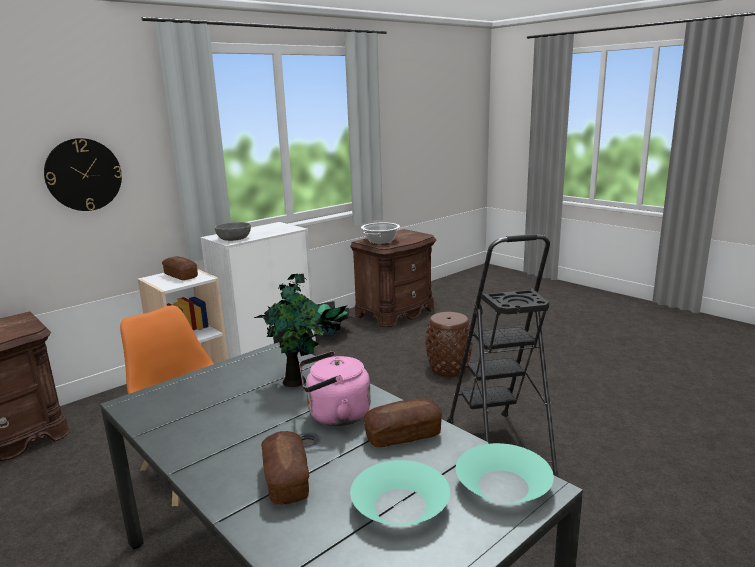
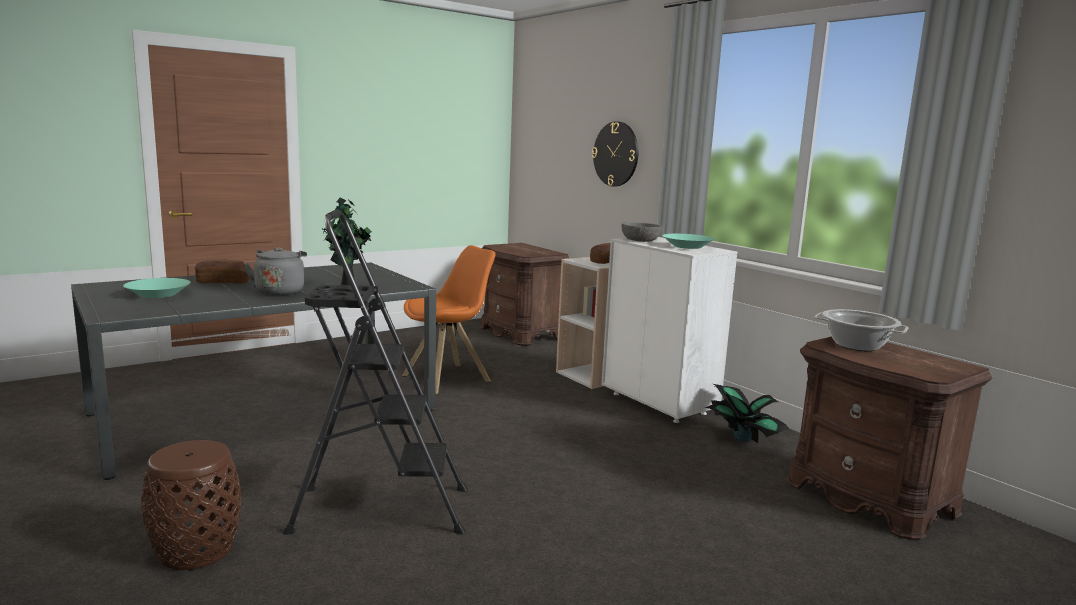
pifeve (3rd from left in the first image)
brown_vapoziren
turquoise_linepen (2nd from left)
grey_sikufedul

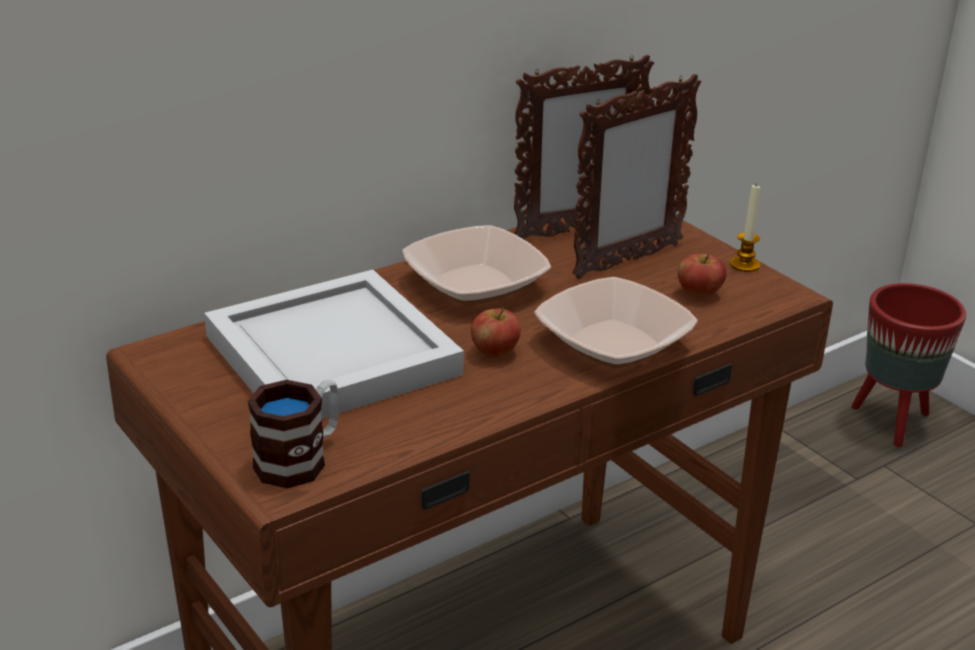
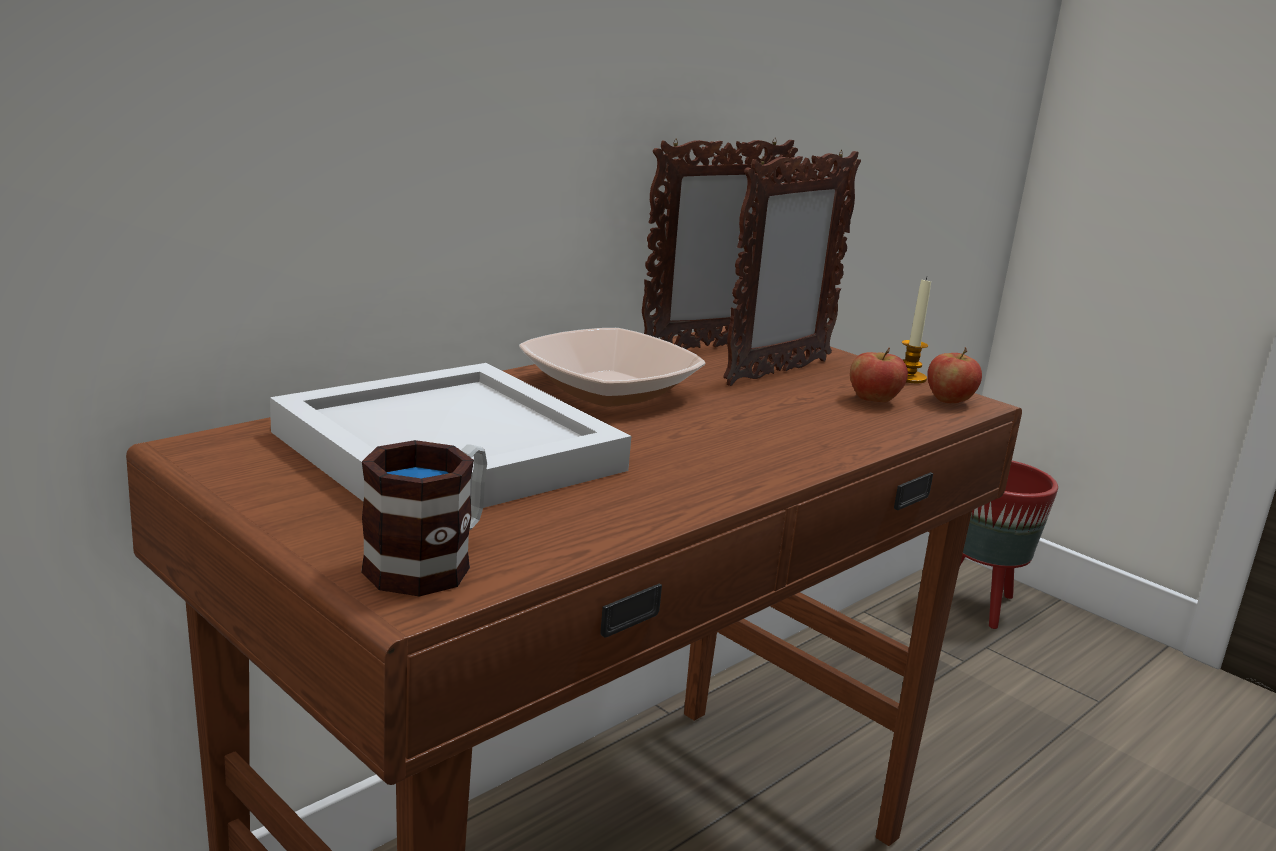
linepen (2nd from left in the first image)
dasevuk (2nd from left)

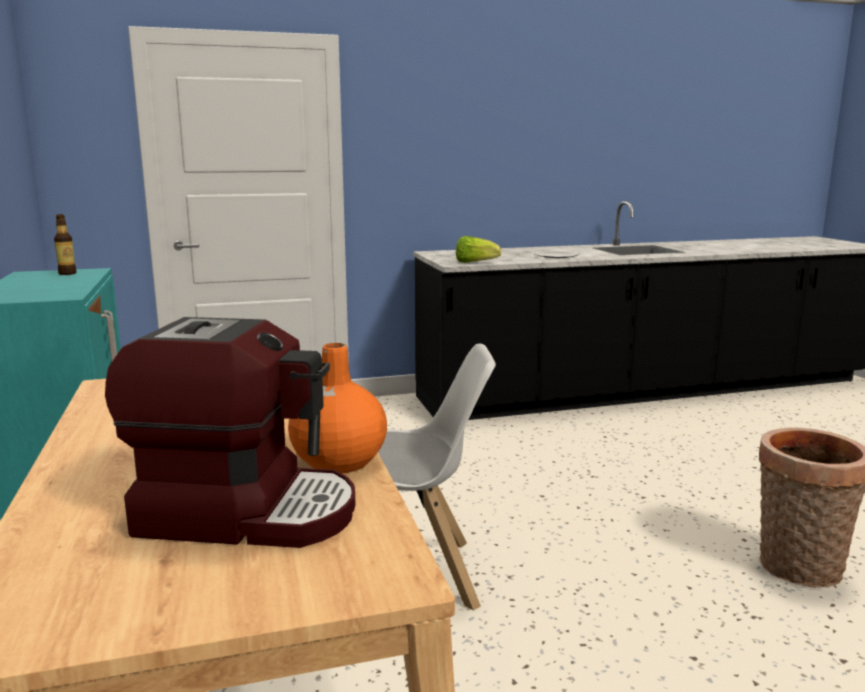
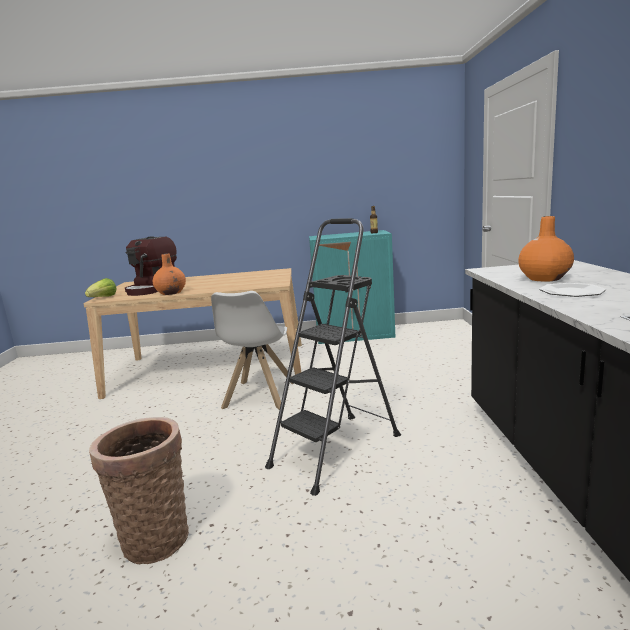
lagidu
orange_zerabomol (2nd from left)
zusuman

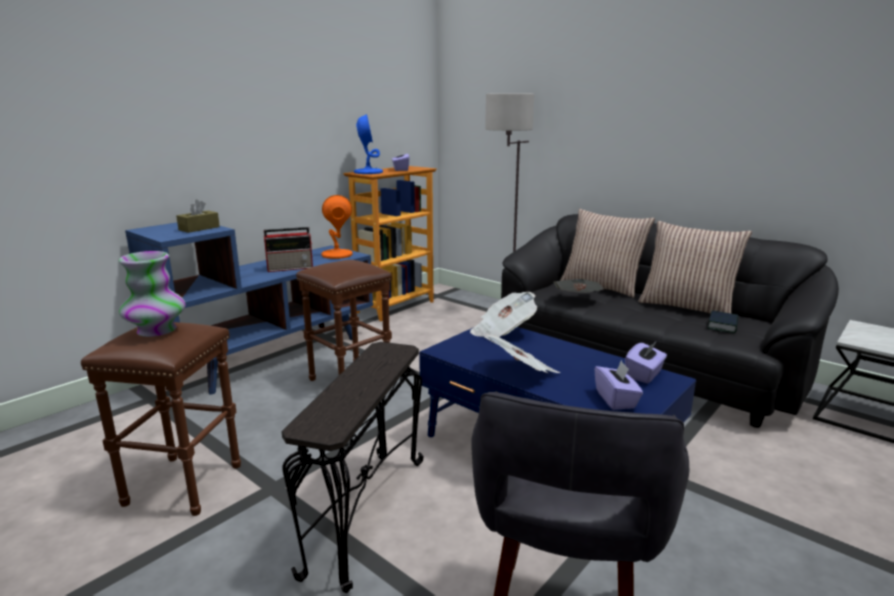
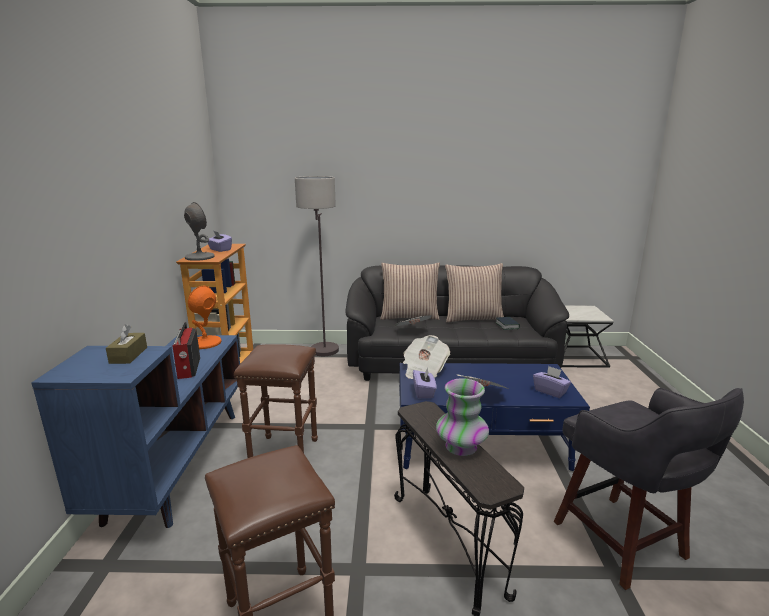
zerabomol
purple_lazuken (2nd from left)
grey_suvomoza
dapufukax

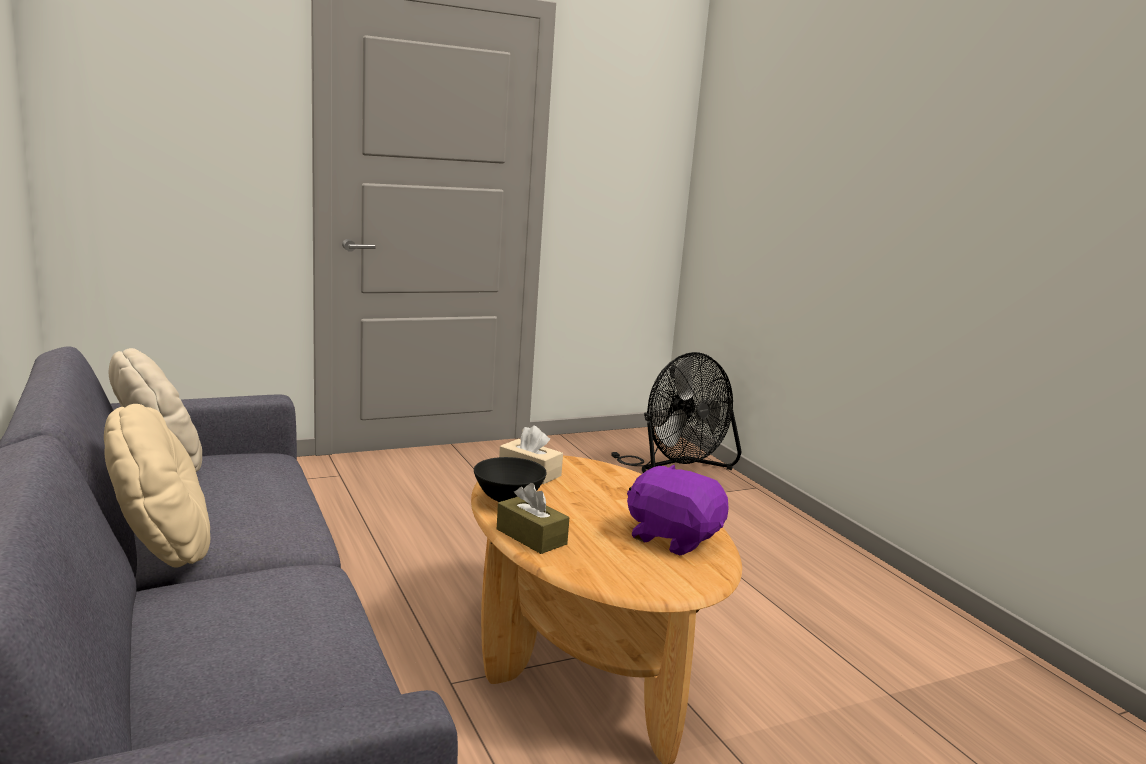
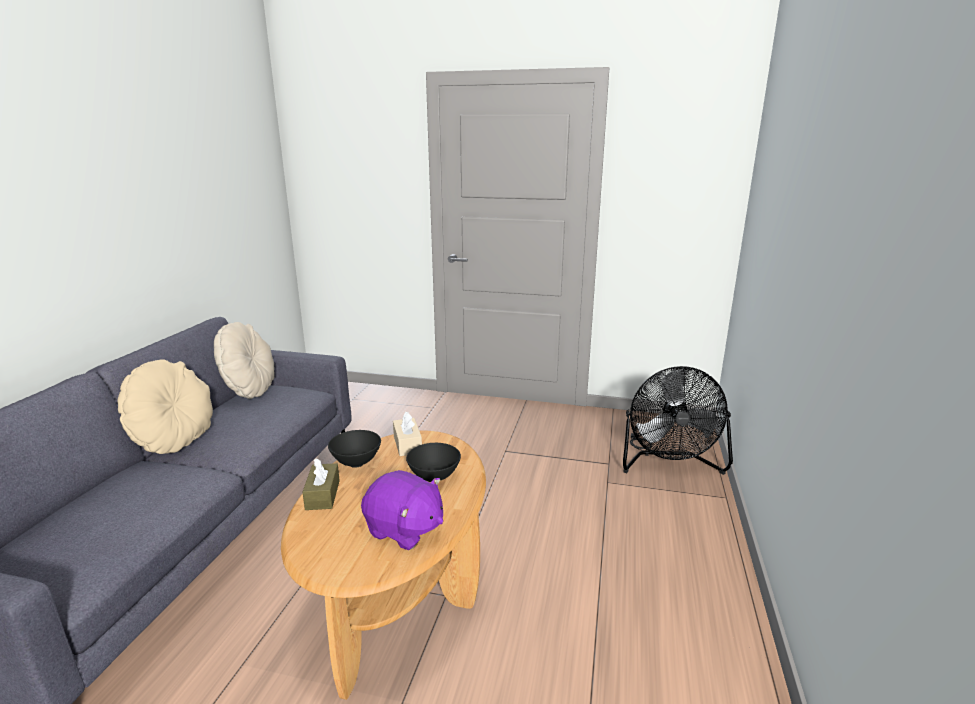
black_linepen (2nd from left)
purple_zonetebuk

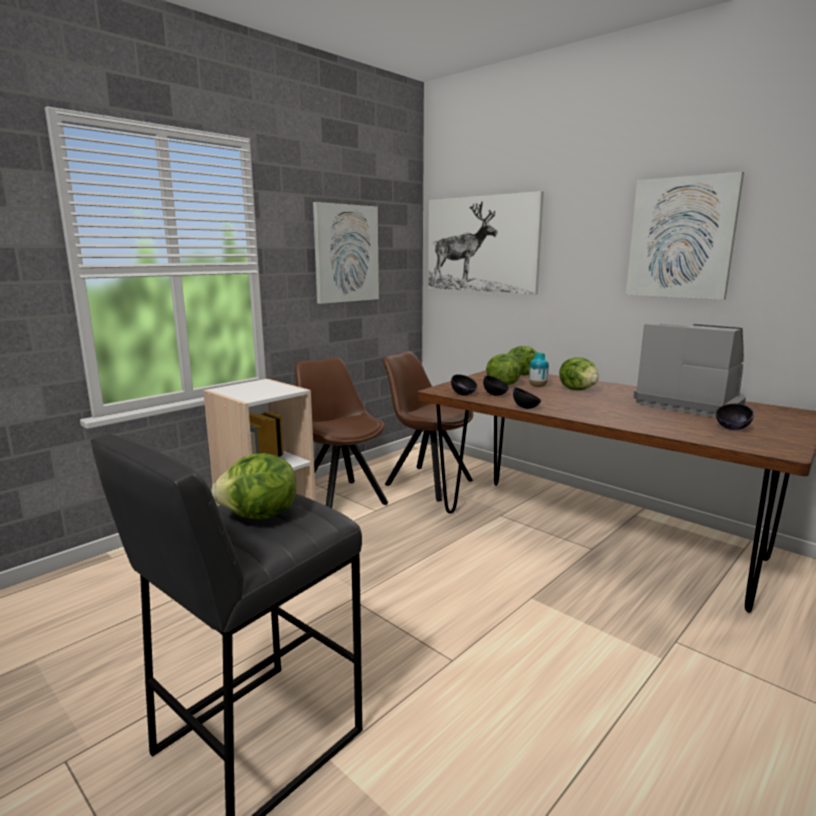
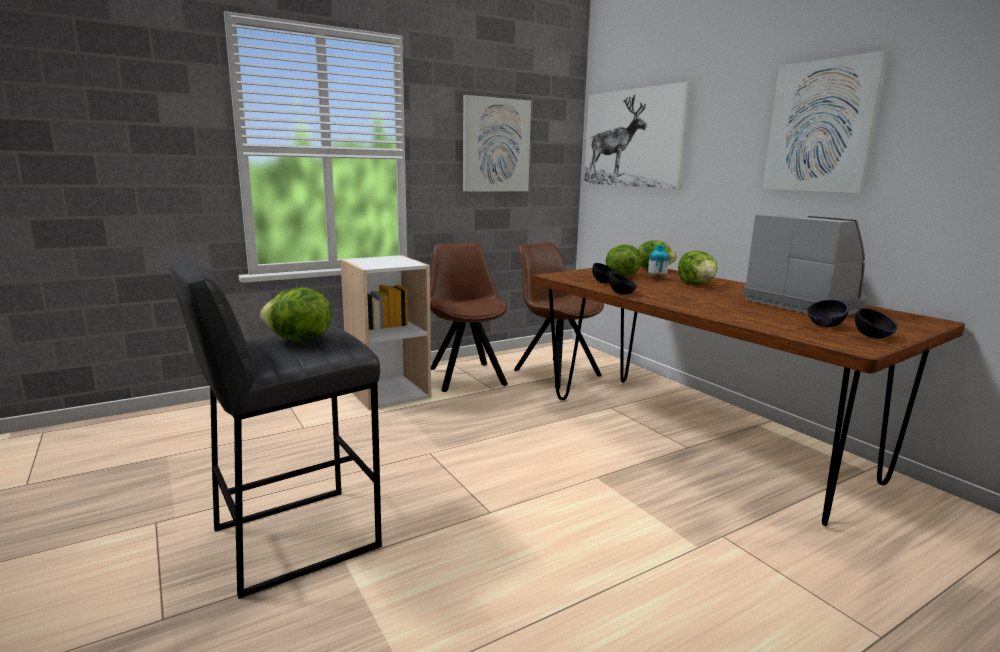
black_linepen (4th from left)

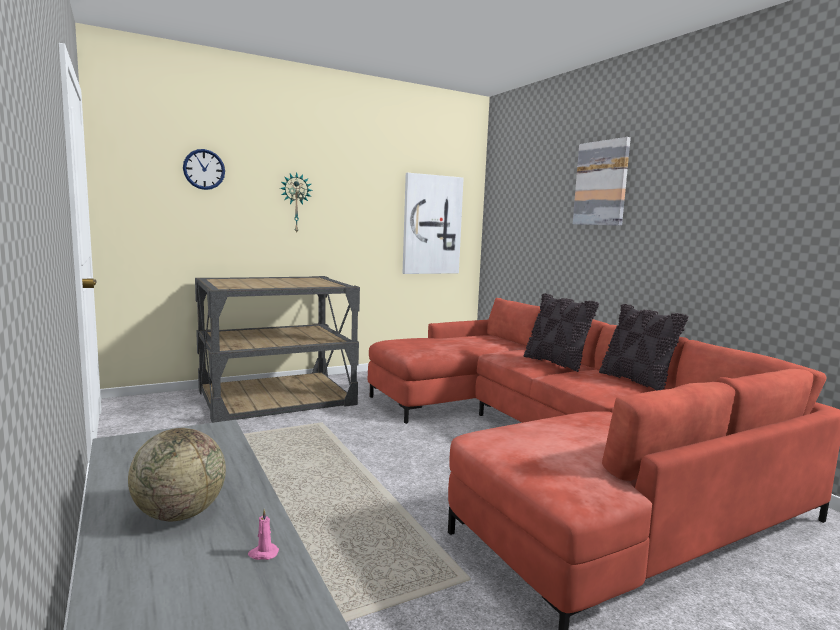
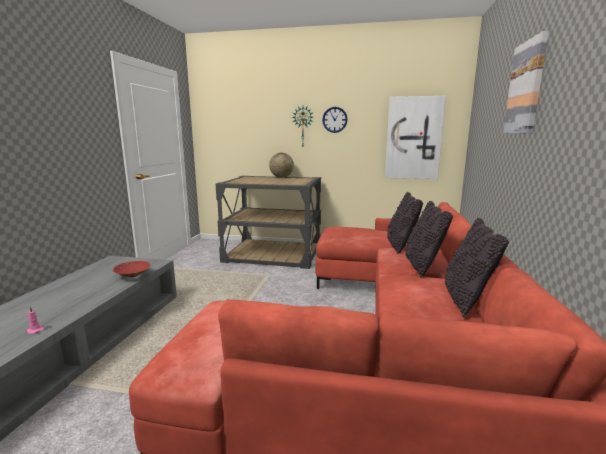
red_linepen
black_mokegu (1st from left)
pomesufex
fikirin (2nd from left)

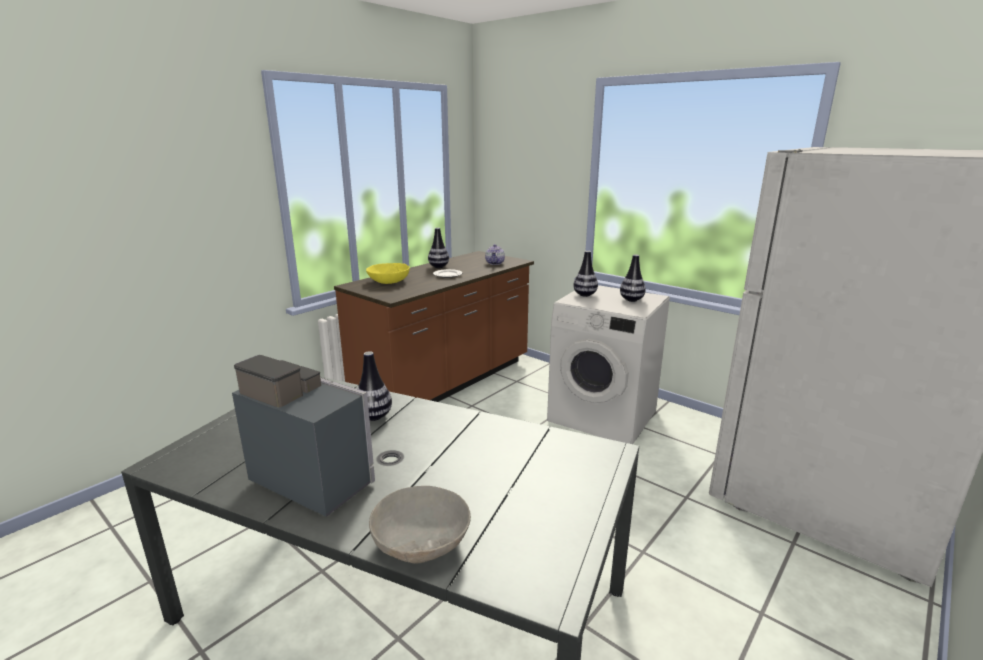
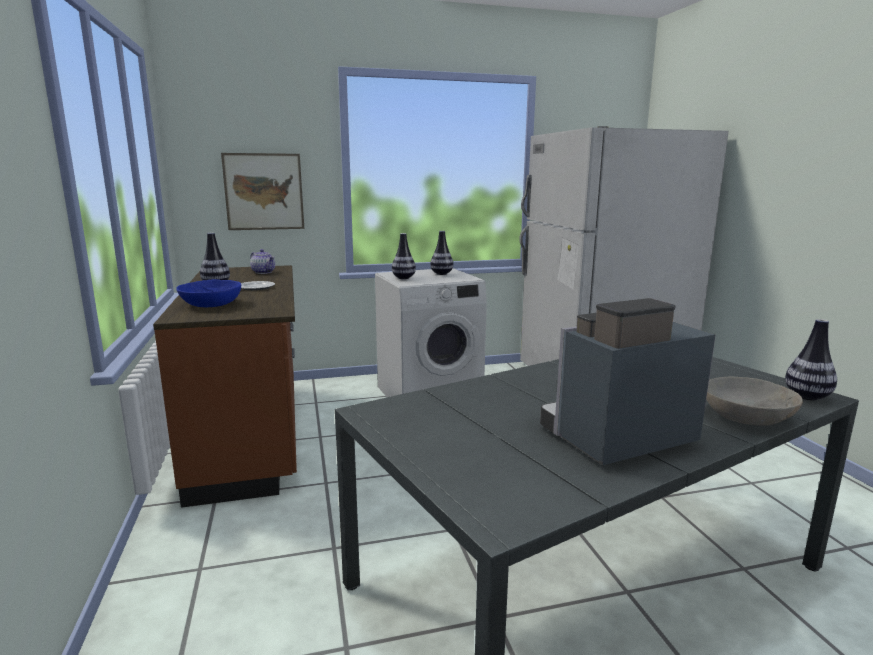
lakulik
zerabomol (4th from left)
blue_linepen

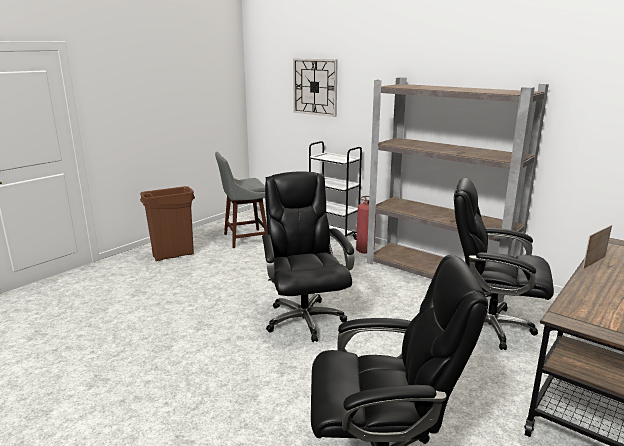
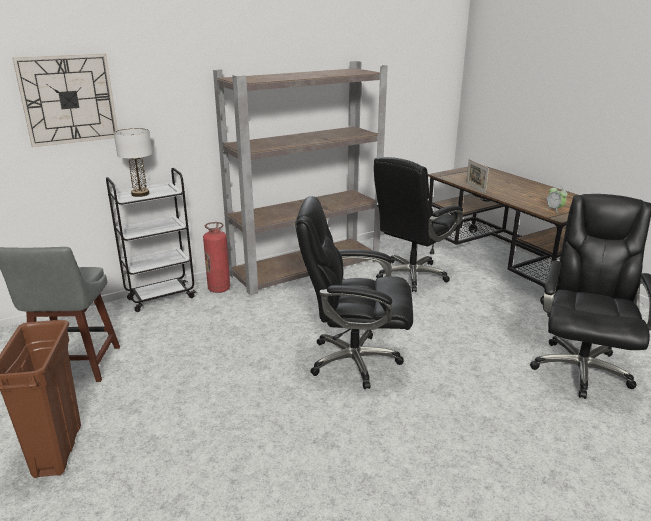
suvomoza
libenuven

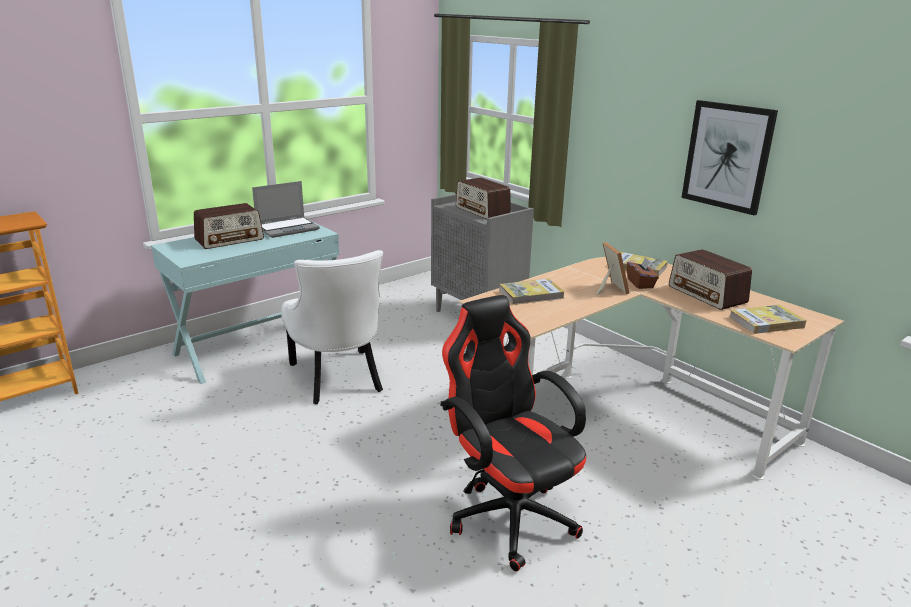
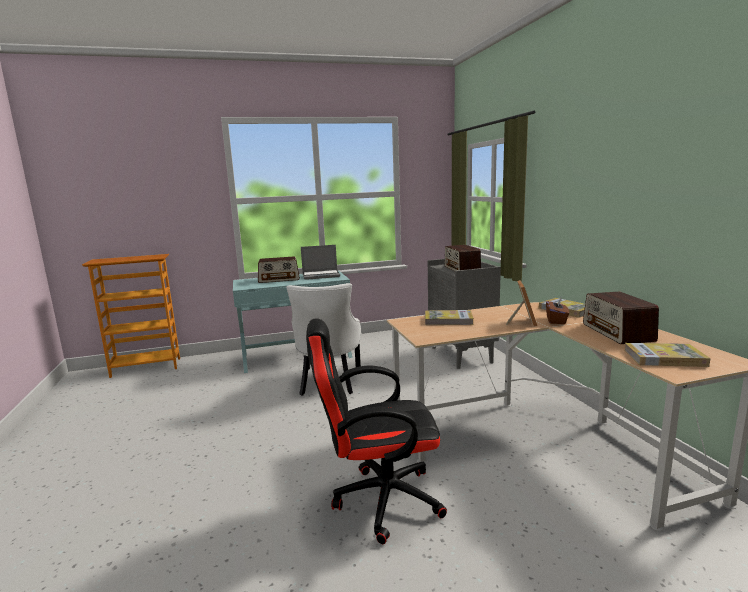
lakulik
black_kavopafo

